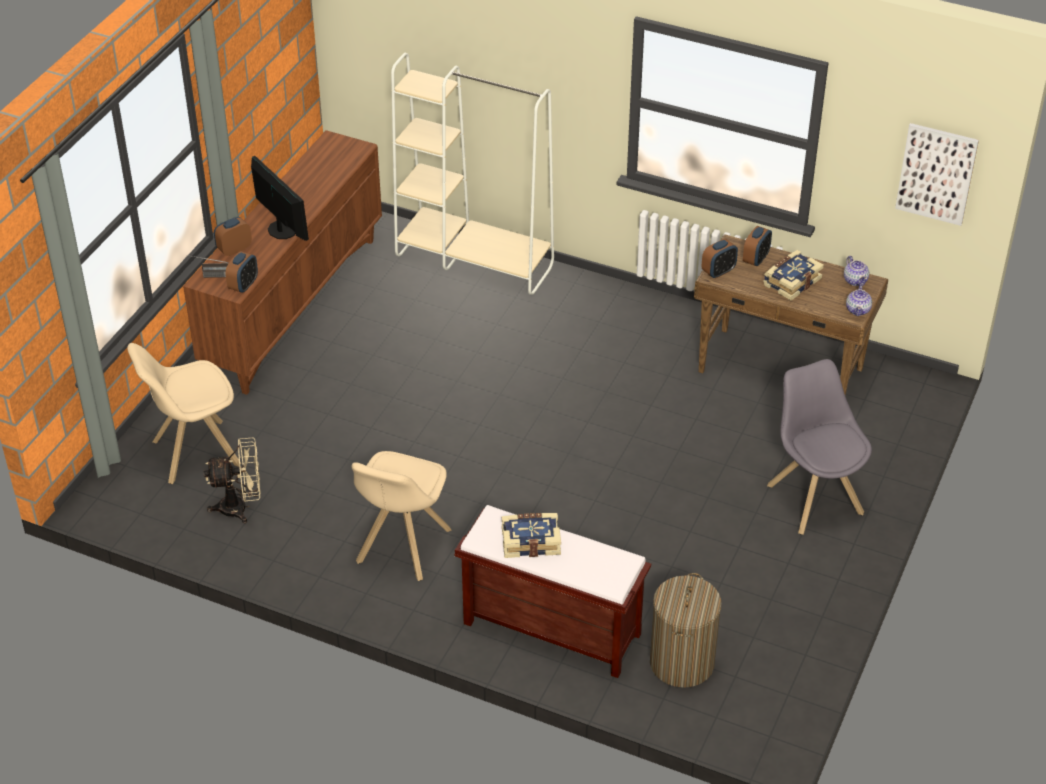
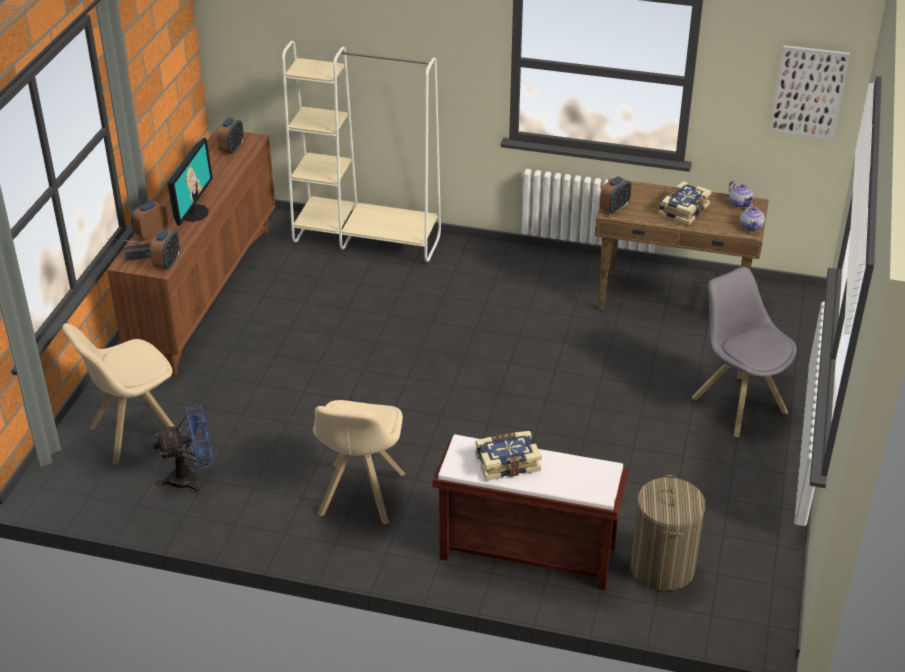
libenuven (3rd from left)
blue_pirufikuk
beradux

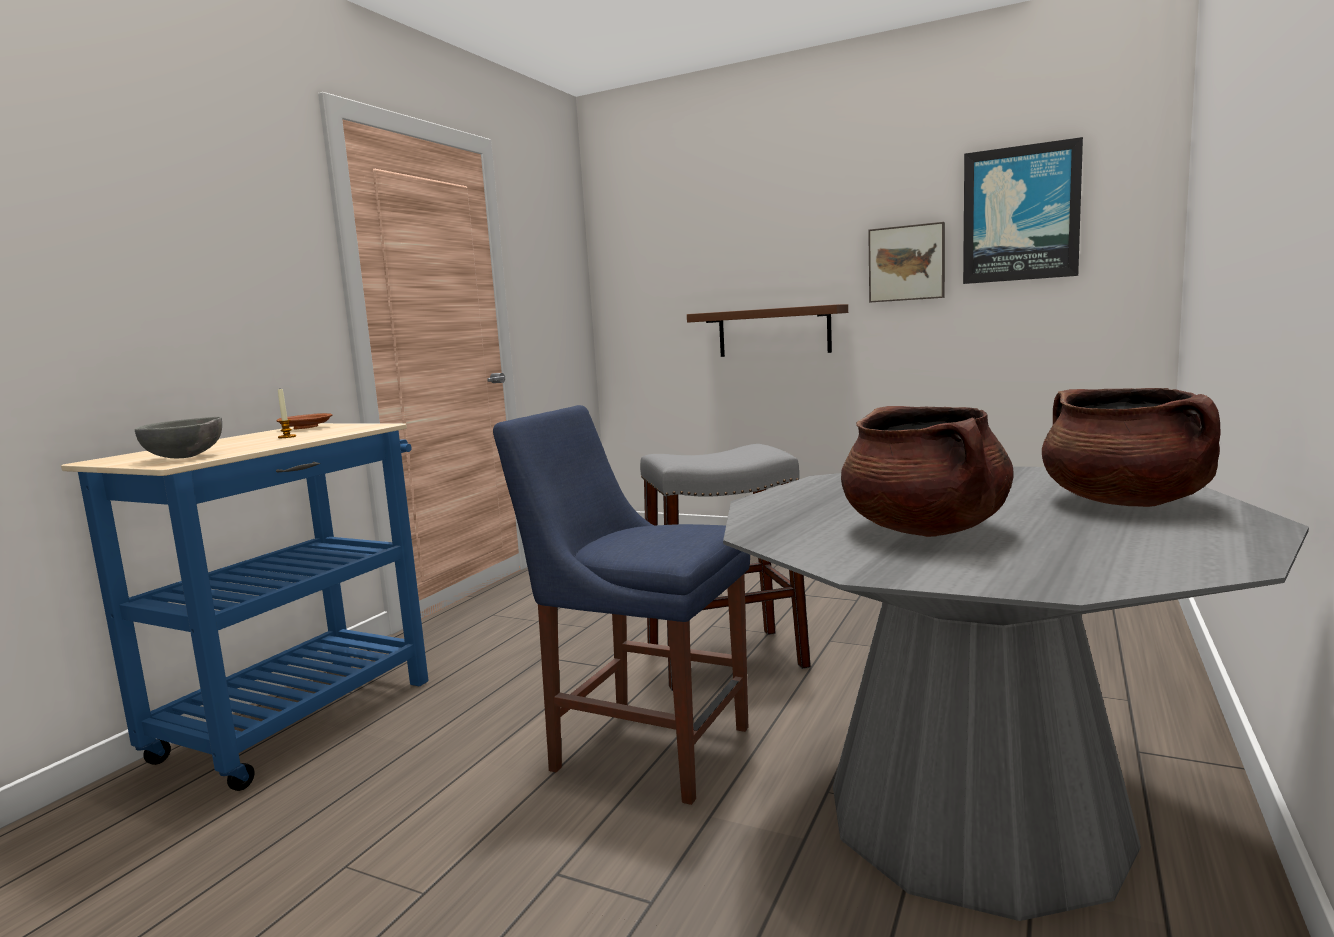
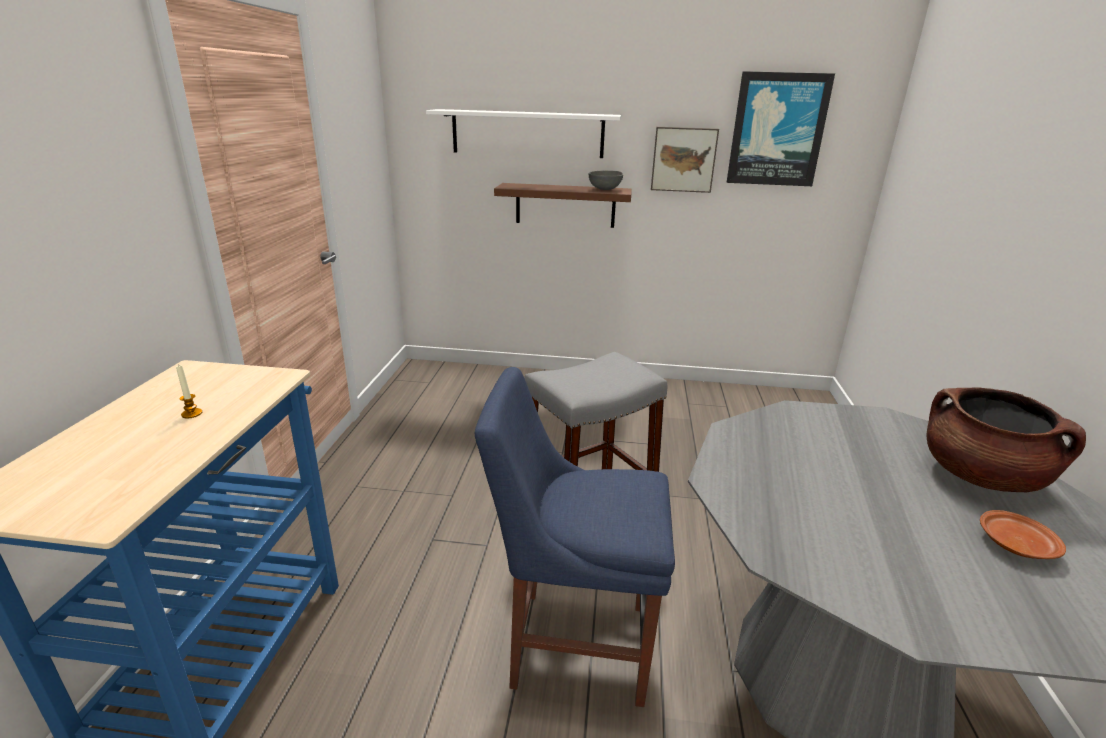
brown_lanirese (1st from left in the first image)
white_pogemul
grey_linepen
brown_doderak

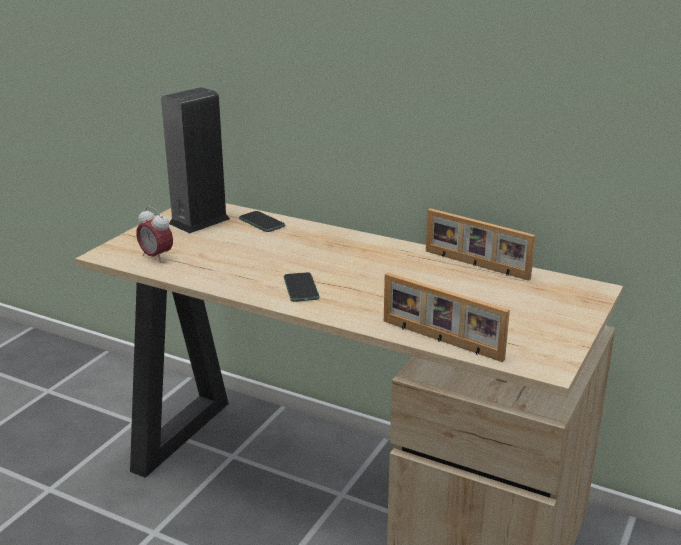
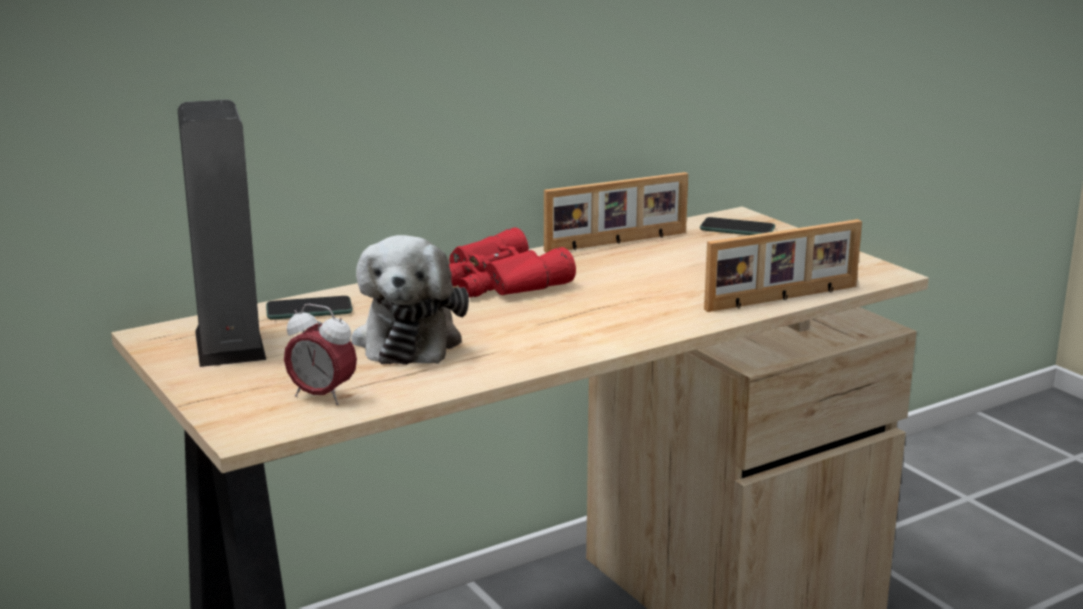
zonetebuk
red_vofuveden
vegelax (2nd from left)
libenuven

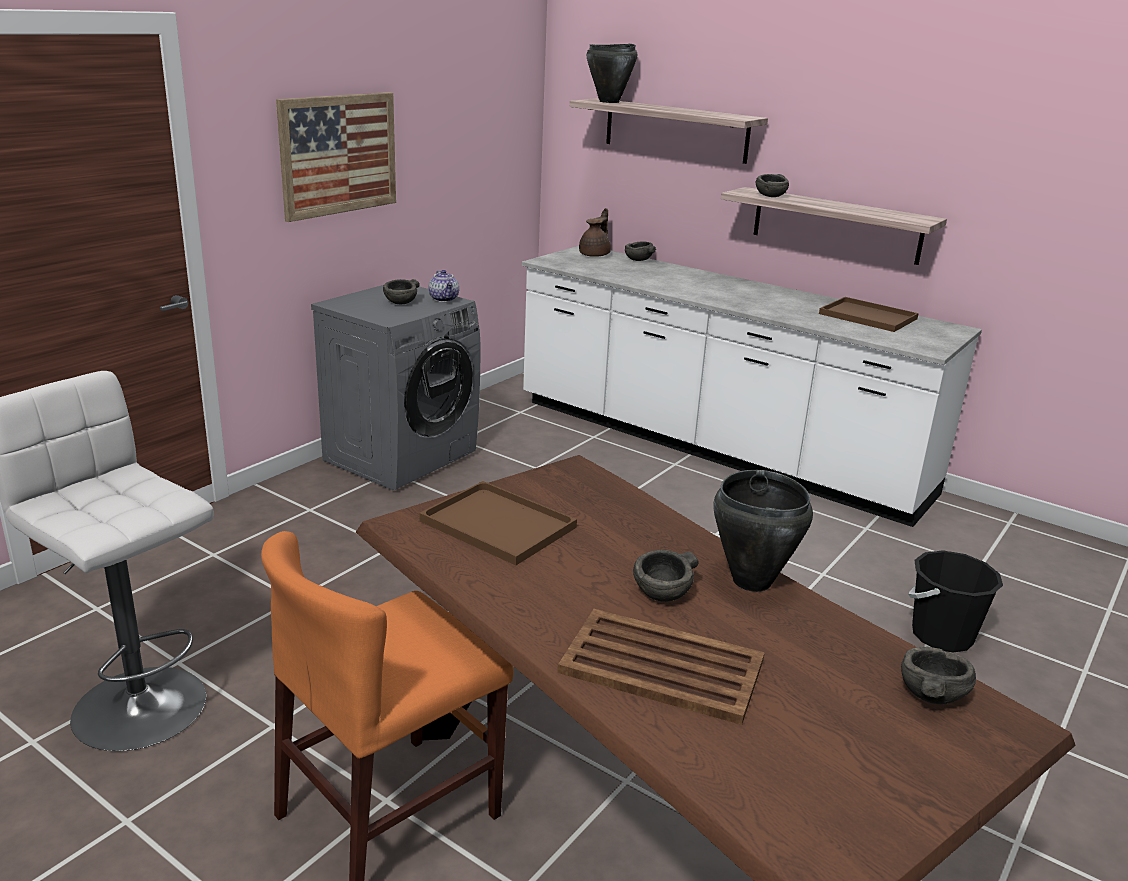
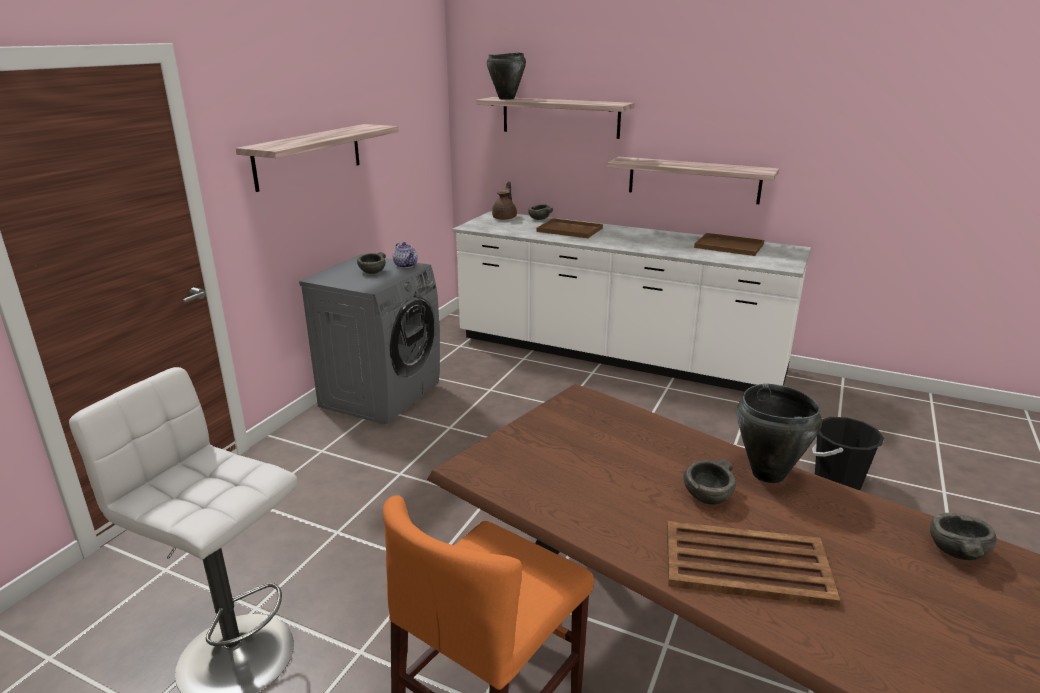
grey_linepen (4th from left in the first image)
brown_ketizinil (1st from left)
pogemul (1st from left)

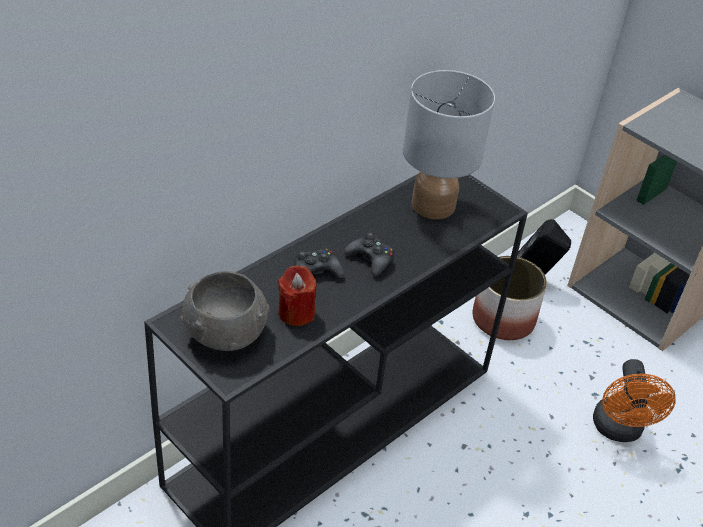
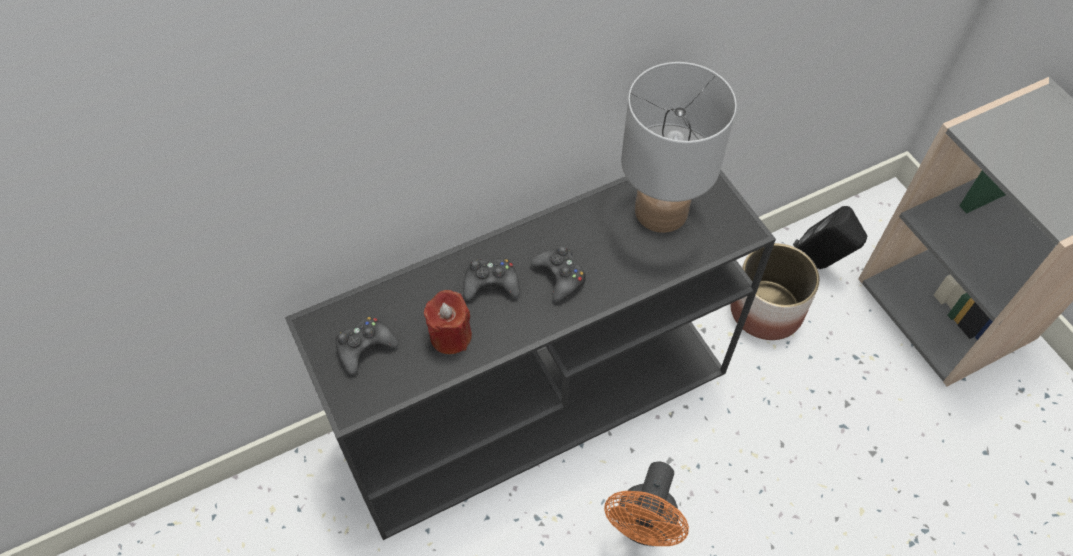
orange_pirufikuk
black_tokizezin (1st from left)

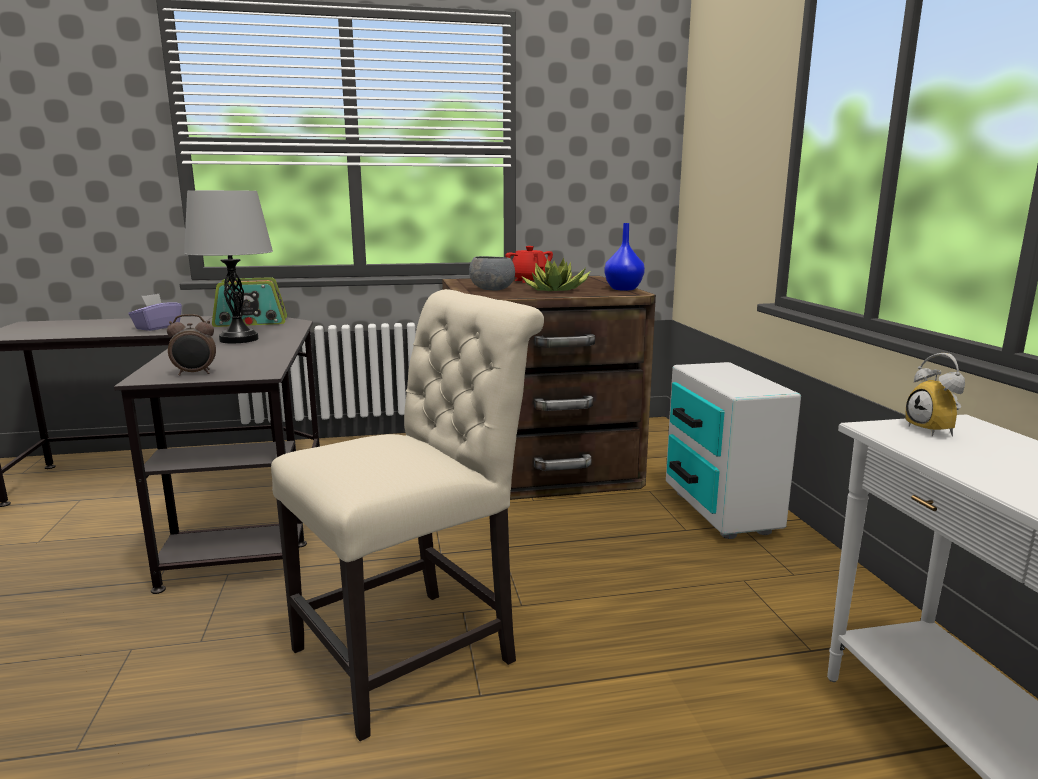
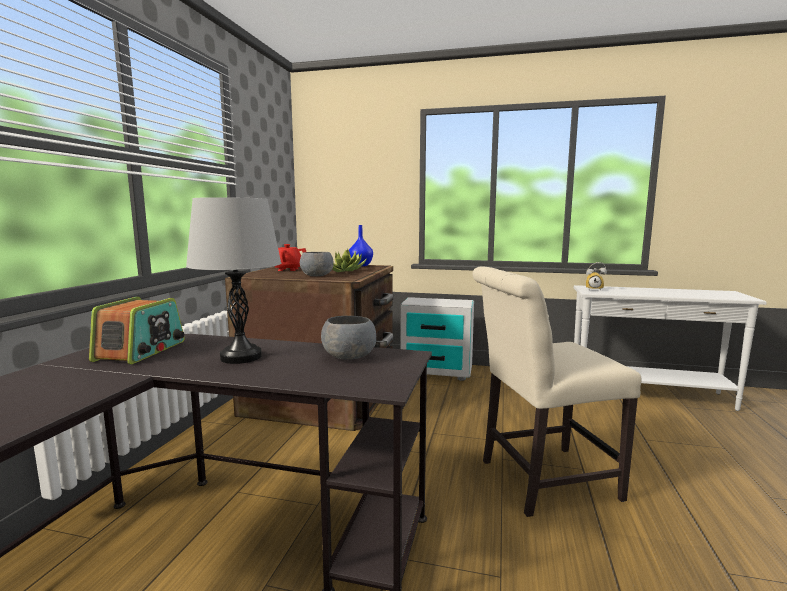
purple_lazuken
libenuven (1st from left in the first image)
grey_linepen (2nd from left)
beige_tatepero

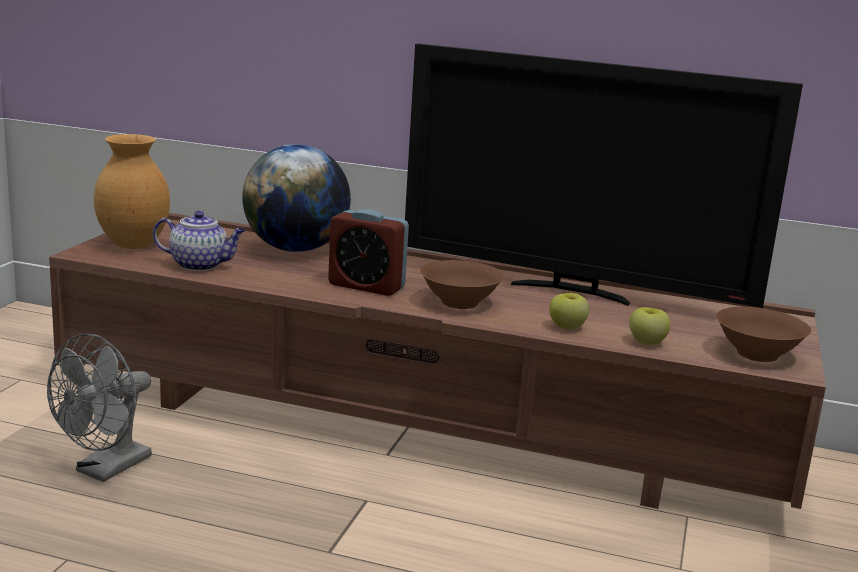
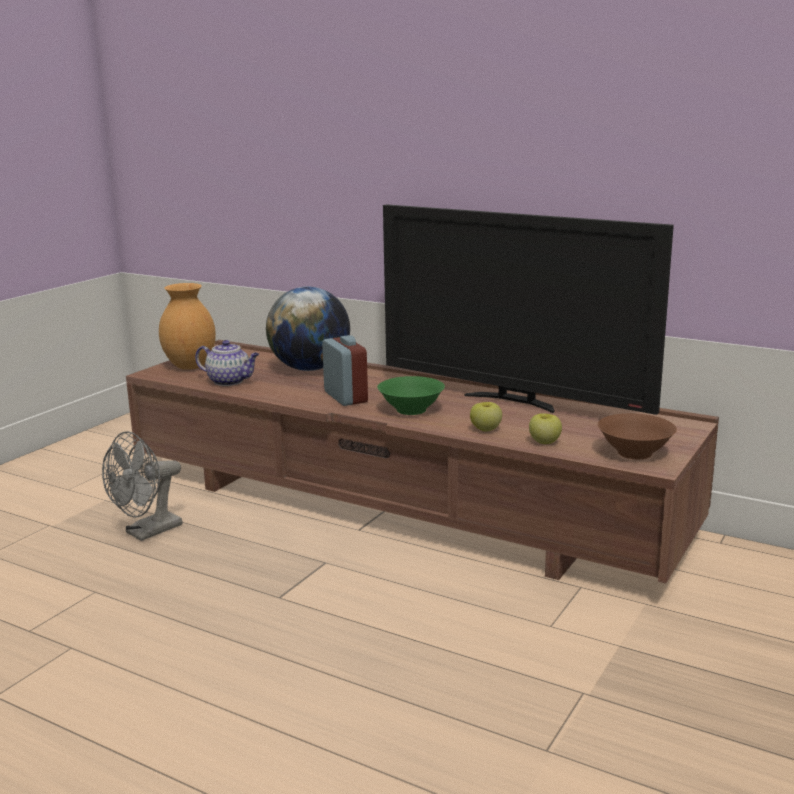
green_linepen
libenuven

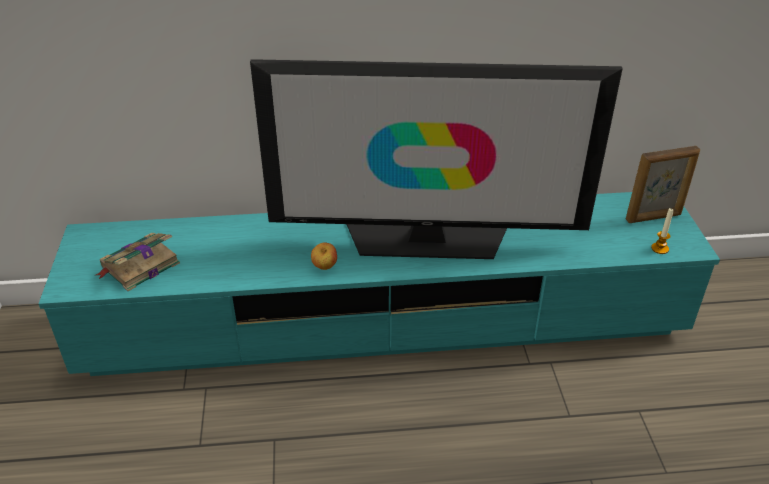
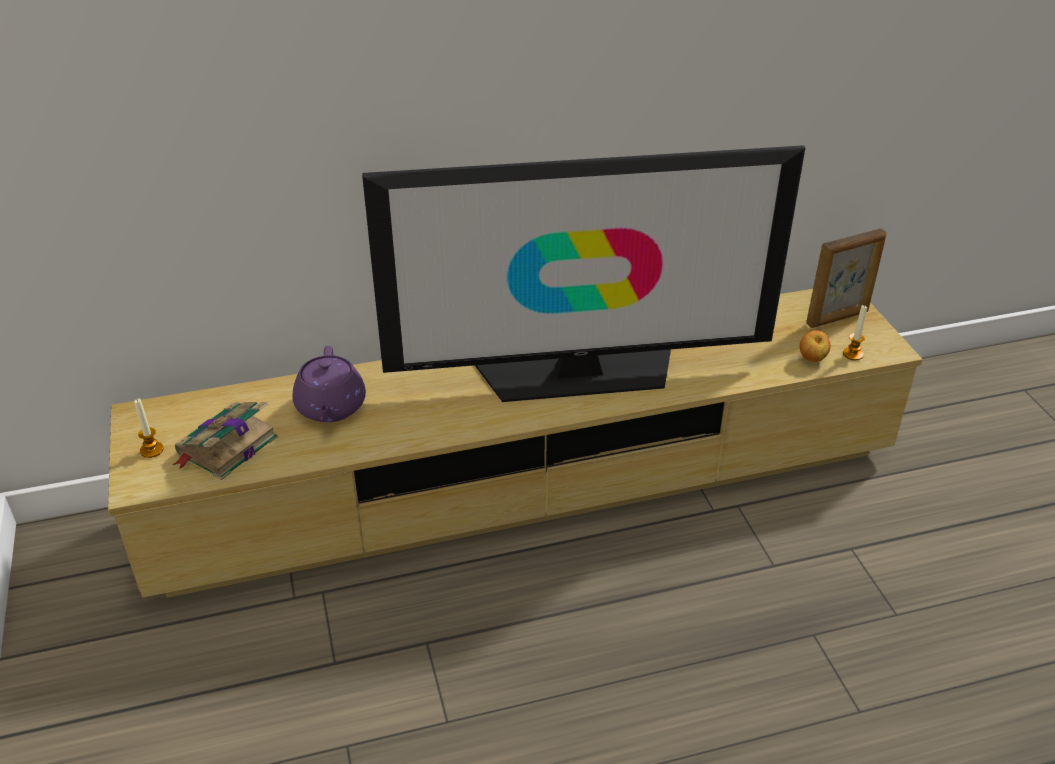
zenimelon (1st from left)
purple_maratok
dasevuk
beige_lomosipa

